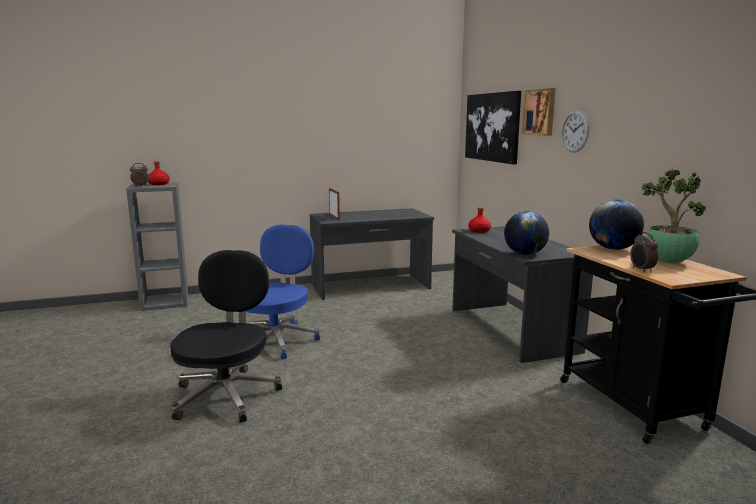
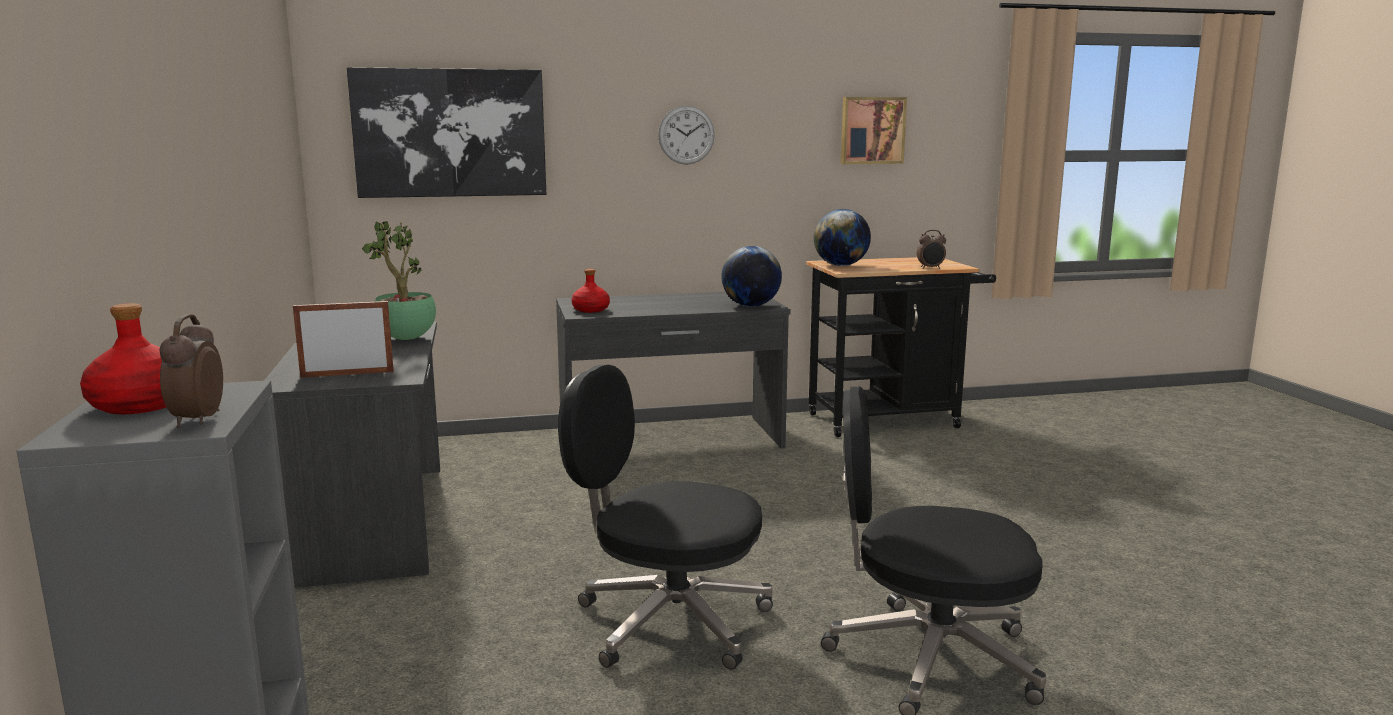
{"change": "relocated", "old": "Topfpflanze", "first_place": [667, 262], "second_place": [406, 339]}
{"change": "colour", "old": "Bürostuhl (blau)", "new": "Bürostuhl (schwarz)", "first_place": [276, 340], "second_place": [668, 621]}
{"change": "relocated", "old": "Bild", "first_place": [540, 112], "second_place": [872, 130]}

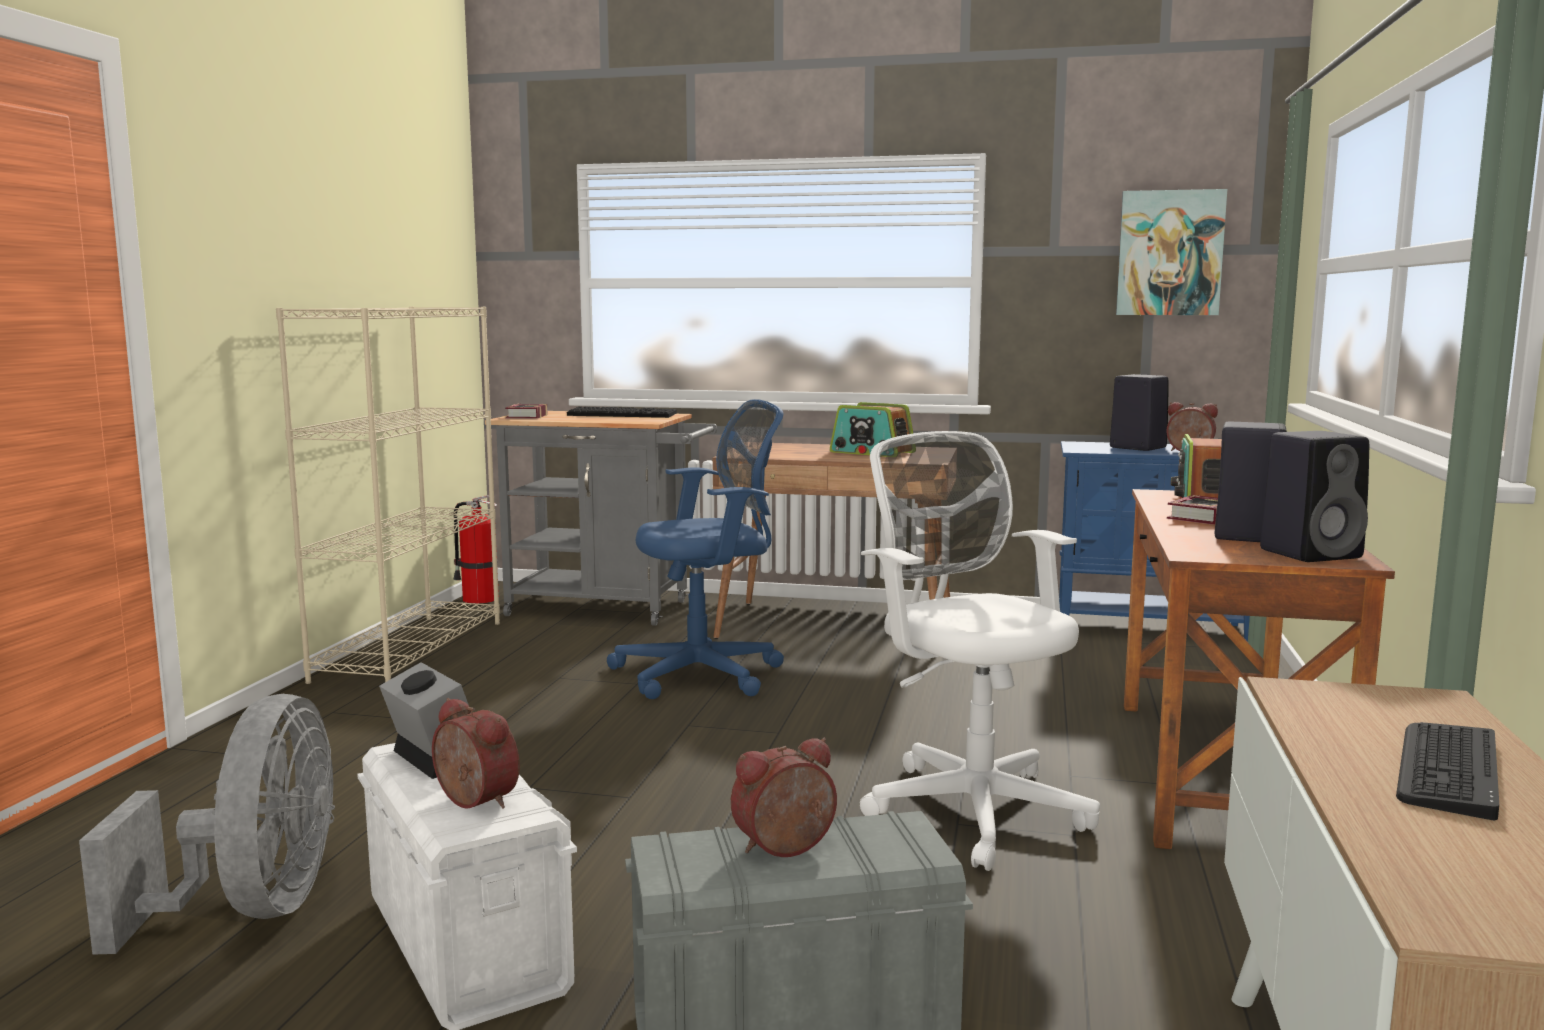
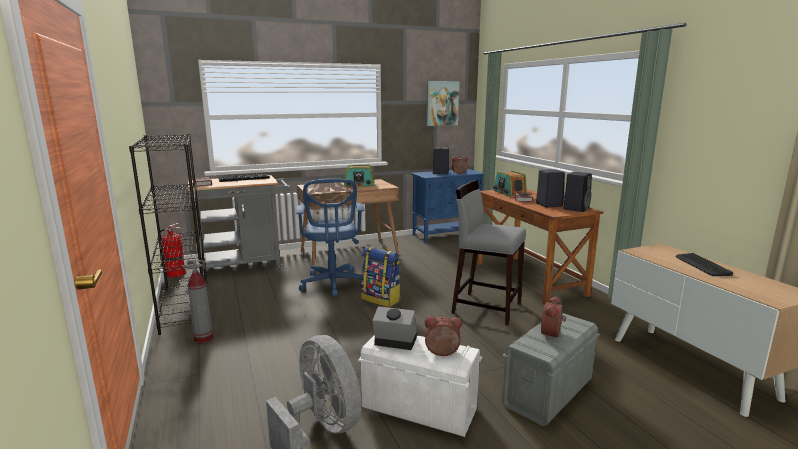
{"change": "colour", "old": "Bücherregal (beige)", "new": "Bücherregal (schwarz)", "first_place": [410, 650], "second_place": [185, 305]}
{"change": "appeared", "new": "Feuerlöscher", "second_place": [203, 338]}
{"change": "spun", "old": "Bürostuhl (blau)", "first_place": [706, 674], "second_place": [333, 284], "degrees": 135}
{"change": "appeared", "new": "Rucksack", "second_place": [381, 299]}
{"change": "exchanged", "old": "Bürostuhl (weiß)", "new": "Hocker (grau)", "first_place": [970, 806], "second_place": [486, 308]}

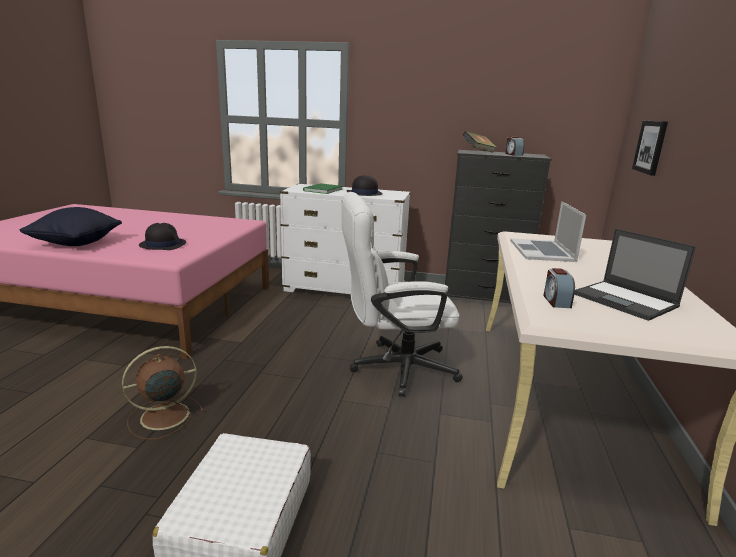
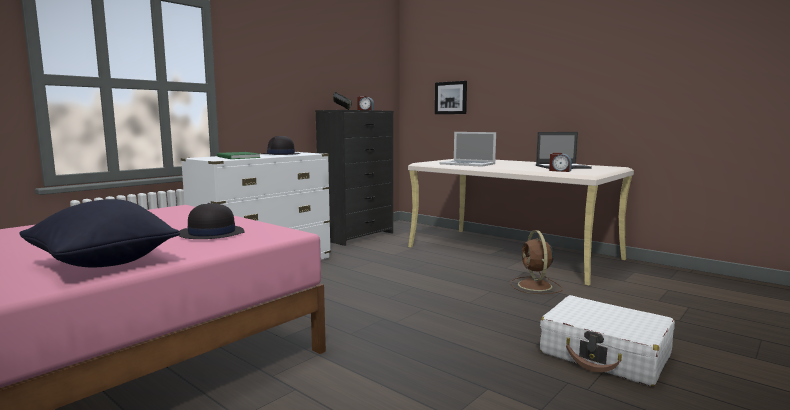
{"change": "relocated", "old": "Ventilator (braun)", "first_place": [162, 416], "second_place": [535, 286]}
{"change": "missing", "old": "Bürostuhl (weiß)", "first_place": [394, 368]}

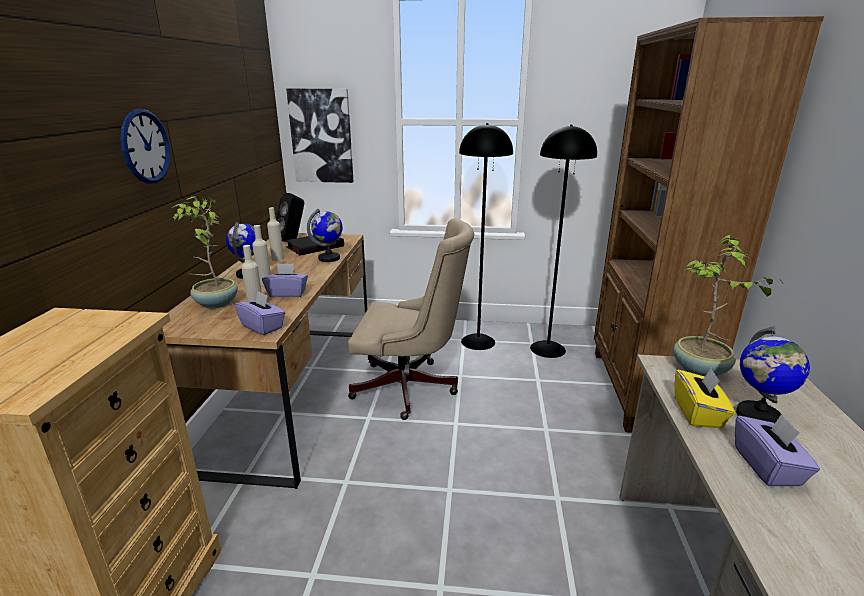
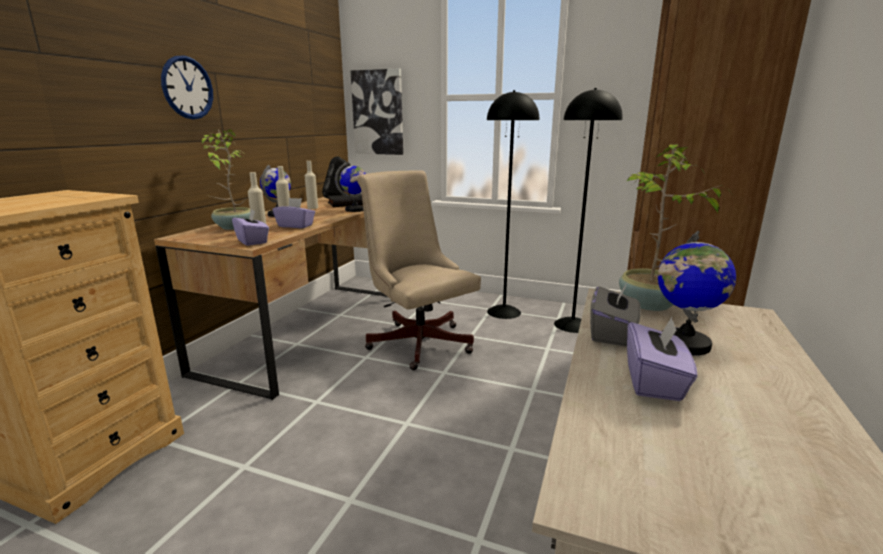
{"change": "spun", "old": "Bürostuhl (beige)", "first_place": [410, 389], "second_place": [417, 340], "degrees": -150}
{"change": "colour", "old": "Taschentuchbox (gelb)", "new": "Taschentuchbox (grau)", "first_place": [698, 413], "second_place": [612, 333]}

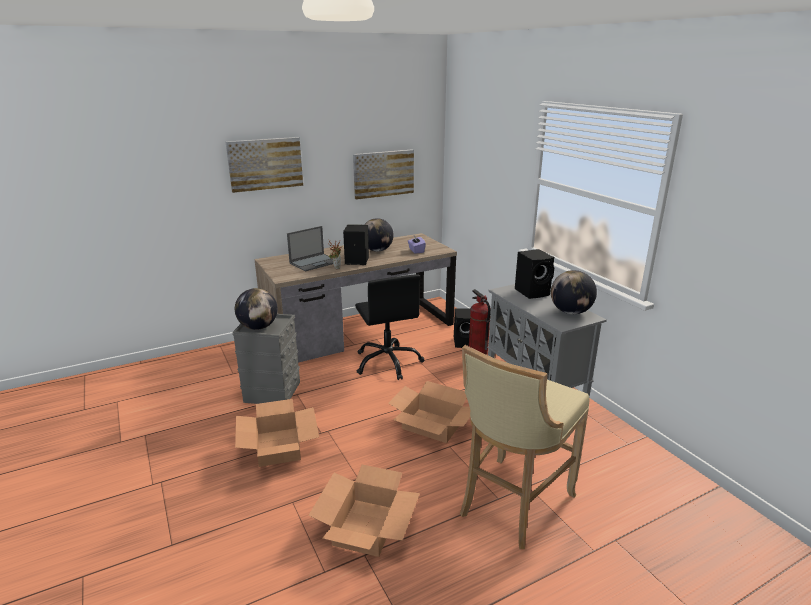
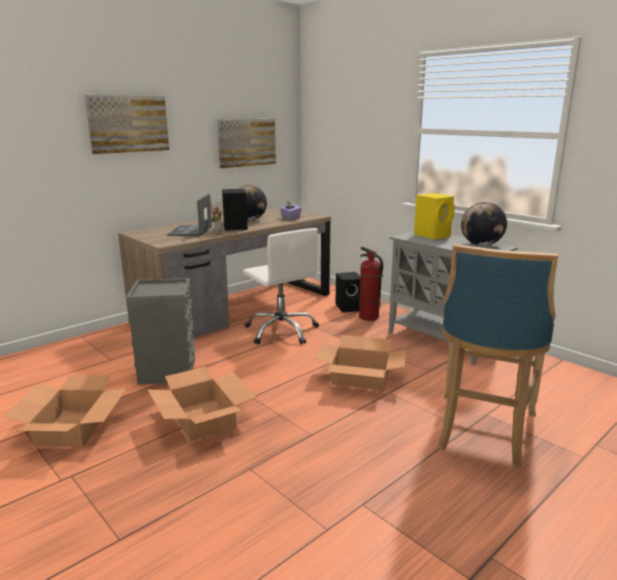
{"change": "relocated", "old": "Karton", "first_place": [366, 527], "second_place": [73, 428]}
{"change": "spun", "old": "Laptop", "first_place": [315, 262], "second_place": [190, 231], "degrees": 150}
{"change": "colour", "old": "Bürostuhl (schwarz)", "new": "Bürostuhl (weiß)", "first_place": [388, 362], "second_place": [281, 331]}
{"change": "colour", "old": "Lautsprecher (schwarz)", "new": "Lautsprecher (gelb)", "first_place": [533, 292], "second_place": [433, 235]}
{"change": "colour", "old": "Hocker (beige)", "new": "Hocker (blau)", "first_place": [512, 505], "second_place": [483, 432]}
{"change": "missing", "old": "Globus", "first_place": [258, 327]}

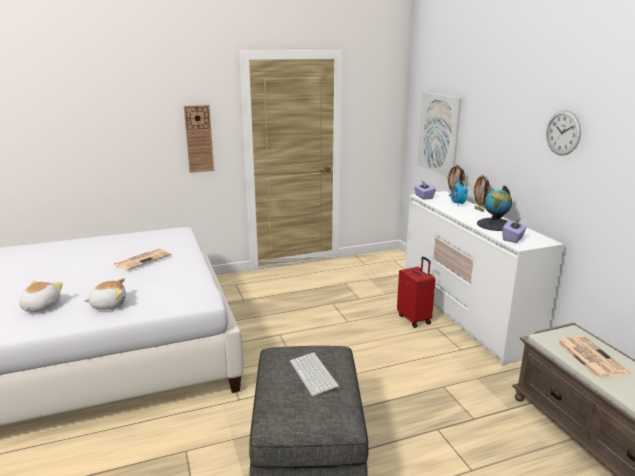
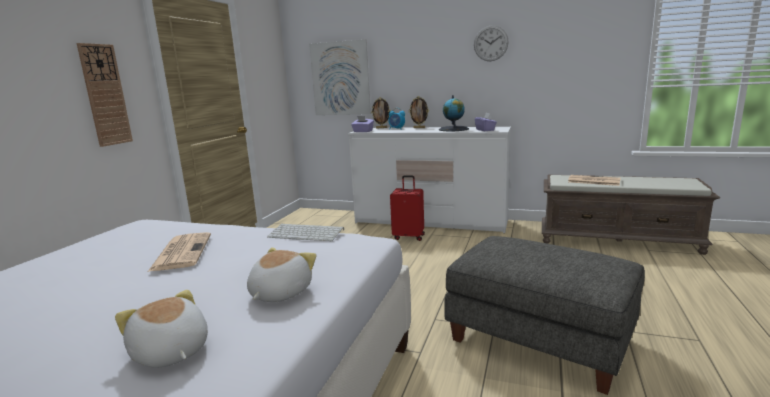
{"change": "relocated", "old": "Tastatur", "first_place": [315, 374], "second_place": [307, 233]}

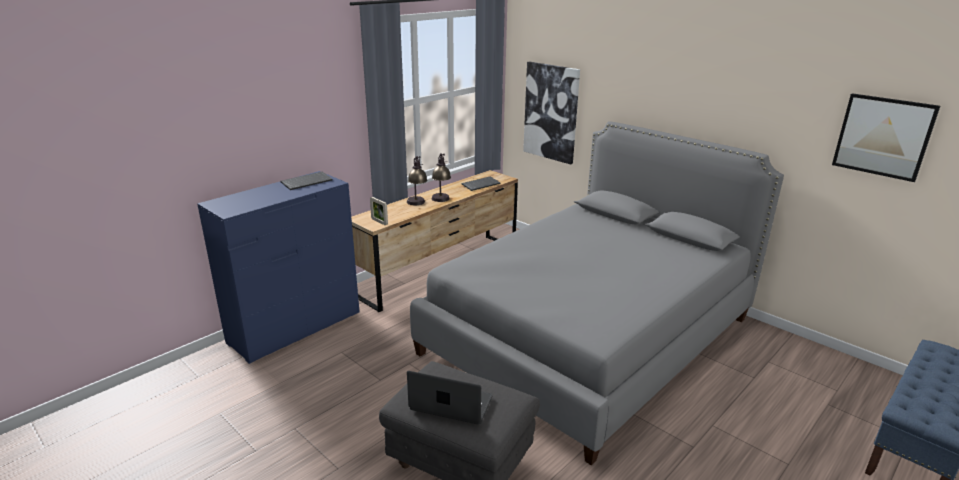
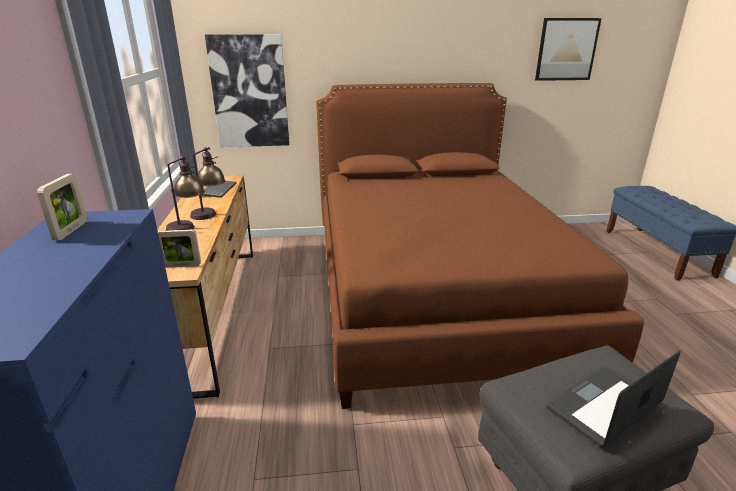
{"change": "exchanged", "old": "Tastatur", "new": "Bilderrahmen", "first_place": [307, 181], "second_place": [71, 230]}
{"change": "colour", "old": "Bett (grau)", "new": "Bett (braun)", "first_place": [589, 335], "second_place": [435, 291]}

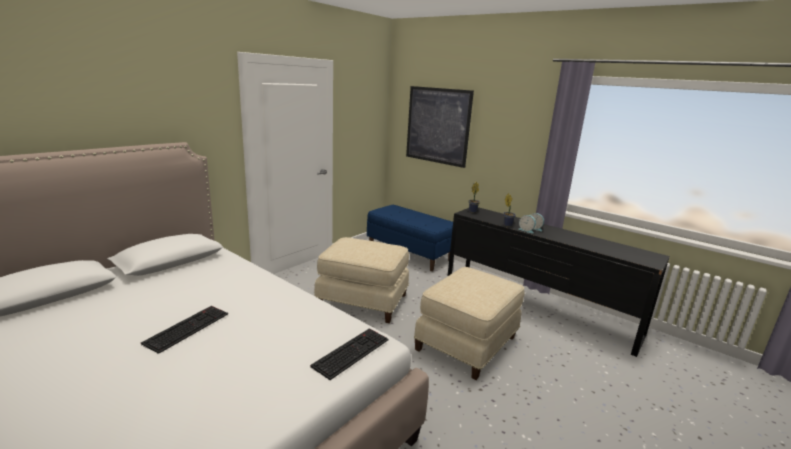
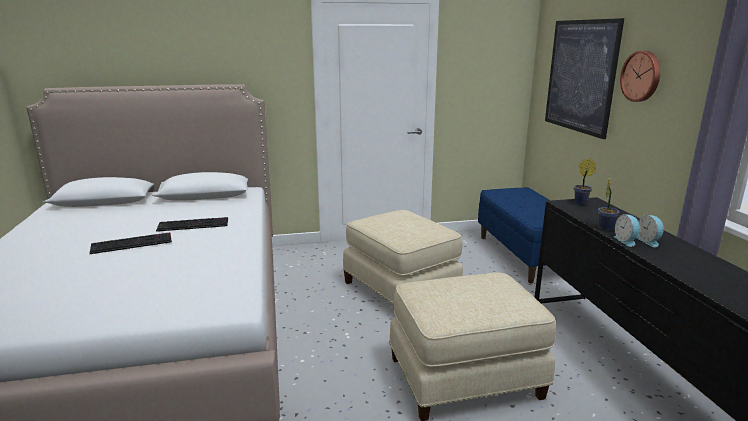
{"change": "relocated", "old": "Tastatur", "first_place": [351, 352], "second_place": [194, 224]}
{"change": "appeared", "new": "Wanduhr", "second_place": [642, 76]}

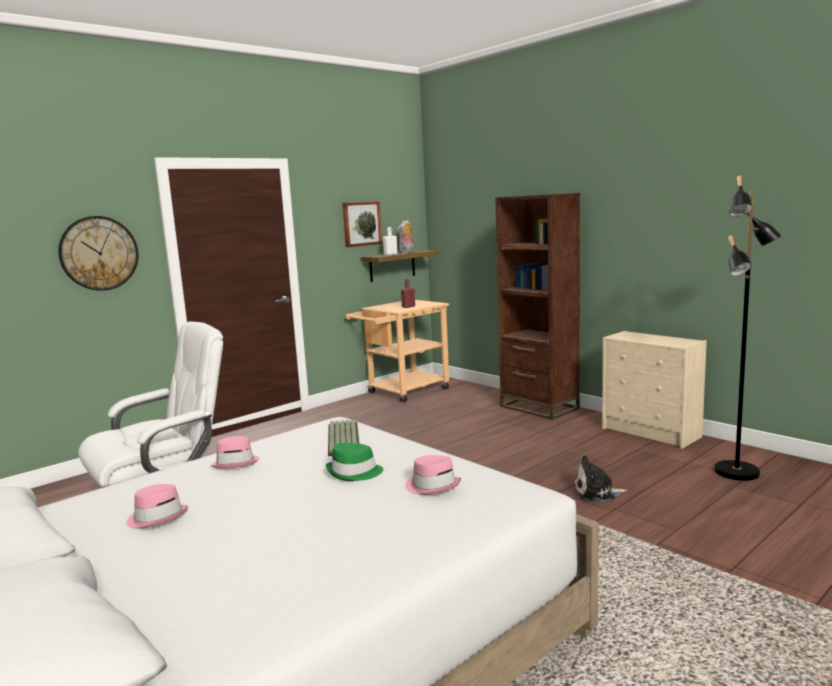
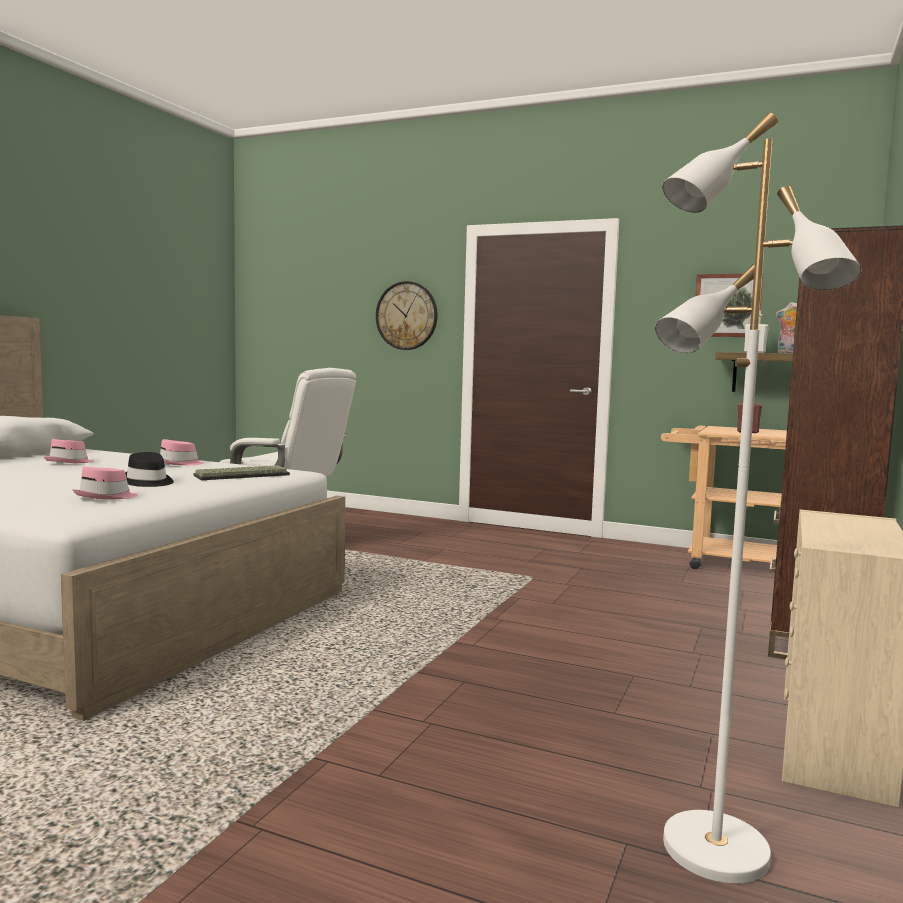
{"change": "colour", "old": "Hut (grün)", "new": "Hut (schwarz)", "first_place": [354, 473], "second_place": [148, 482]}
{"change": "colour", "old": "Stehlampe (schwarz)", "new": "Stehlampe (weiß)", "first_place": [738, 472], "second_place": [713, 851]}
{"change": "missing", "old": "Plüschtier", "first_place": [597, 493]}

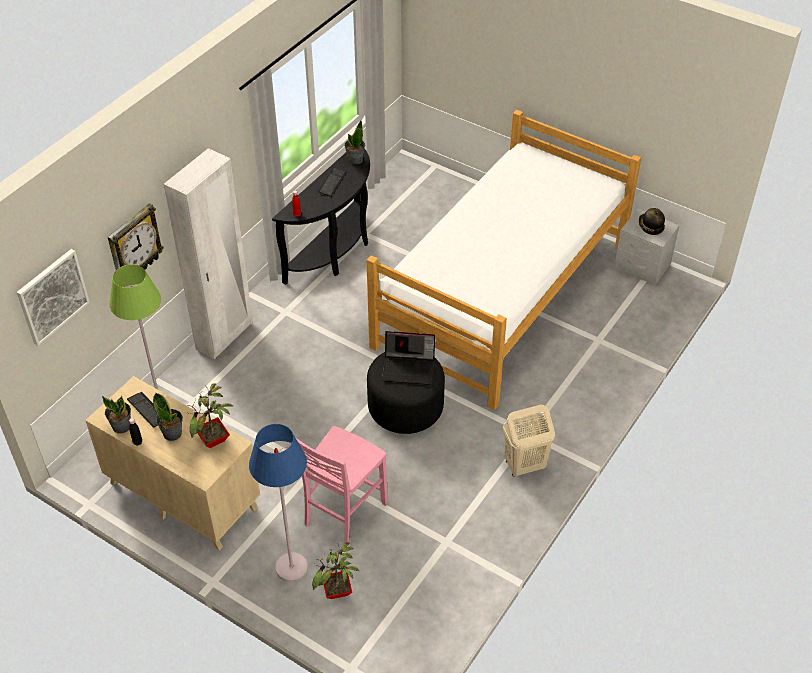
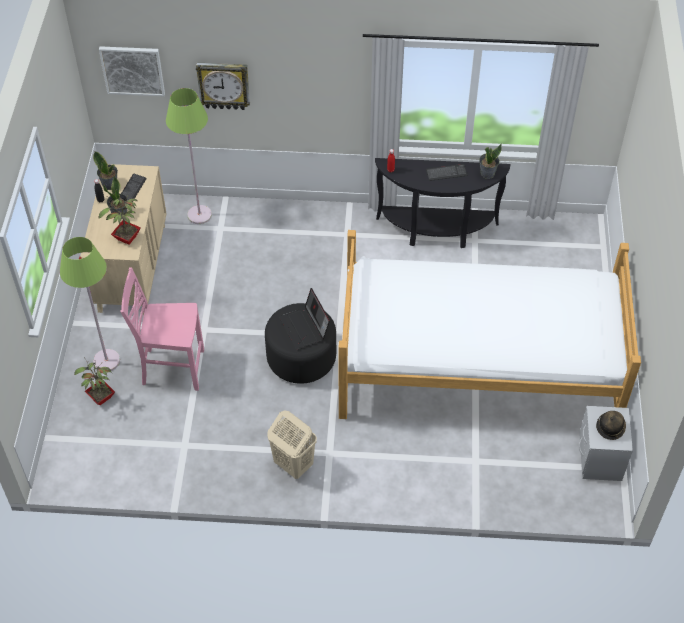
{"change": "colour", "old": "Stehlampe (blau)", "new": "Stehlampe (grün)", "first_place": [291, 567], "second_place": [106, 360]}
{"change": "missing", "old": "Kleiderschrank (weiß)", "first_place": [225, 336]}

